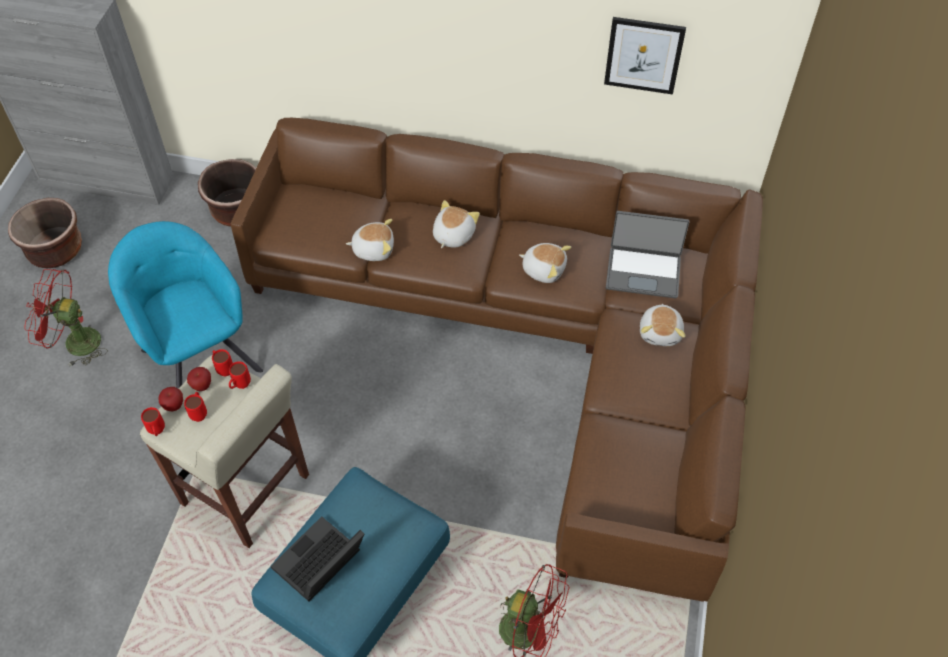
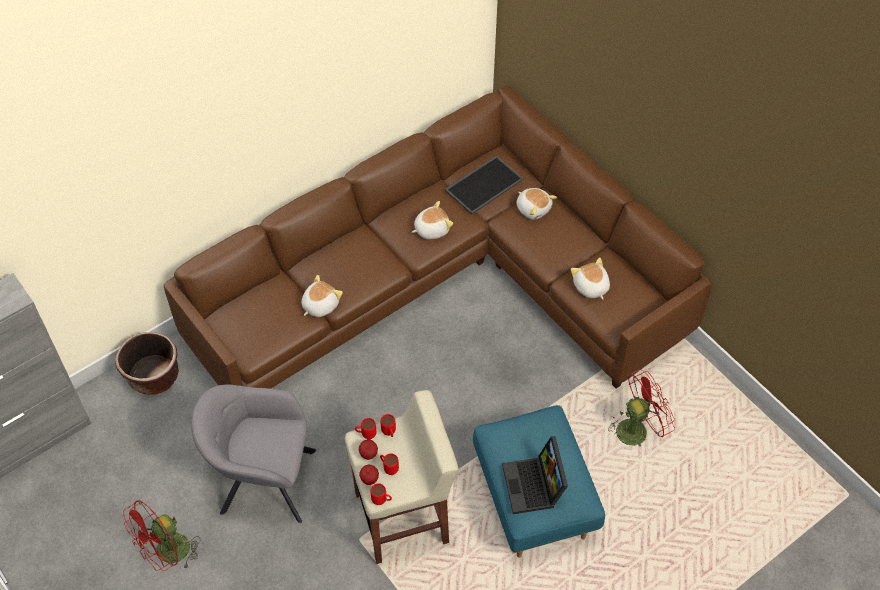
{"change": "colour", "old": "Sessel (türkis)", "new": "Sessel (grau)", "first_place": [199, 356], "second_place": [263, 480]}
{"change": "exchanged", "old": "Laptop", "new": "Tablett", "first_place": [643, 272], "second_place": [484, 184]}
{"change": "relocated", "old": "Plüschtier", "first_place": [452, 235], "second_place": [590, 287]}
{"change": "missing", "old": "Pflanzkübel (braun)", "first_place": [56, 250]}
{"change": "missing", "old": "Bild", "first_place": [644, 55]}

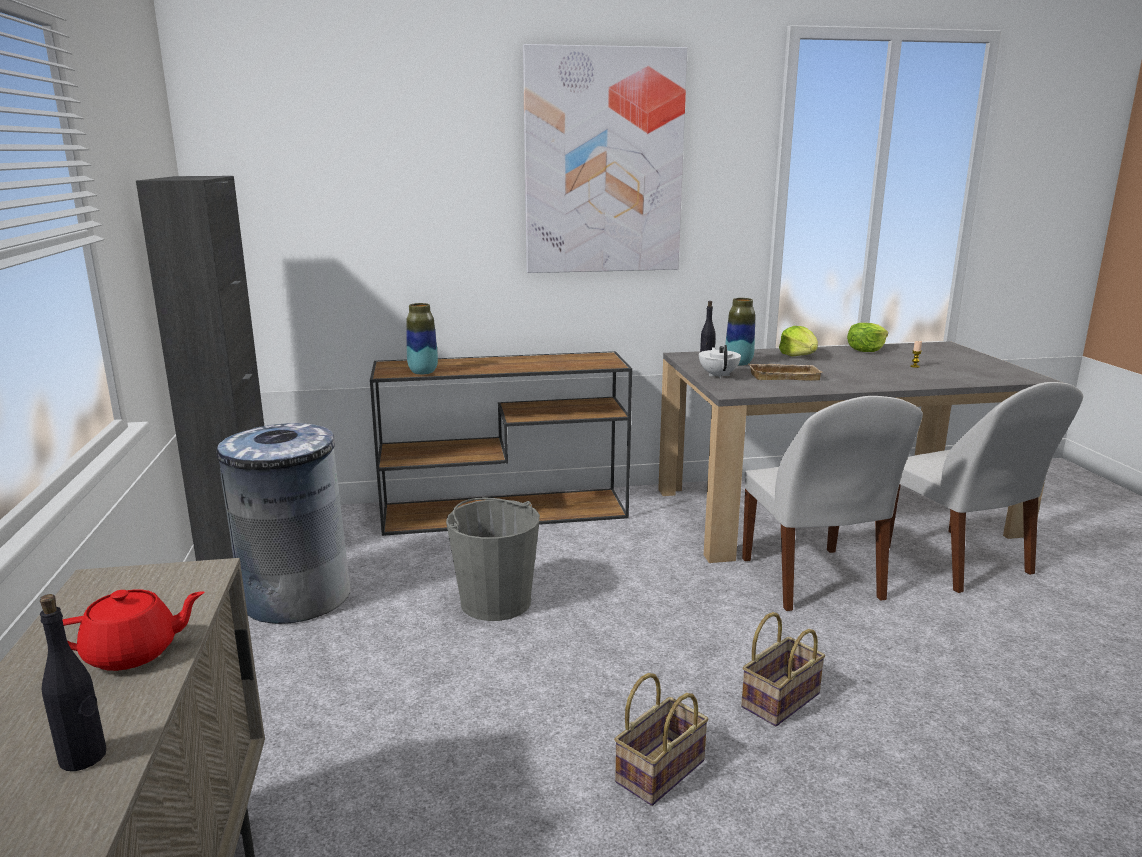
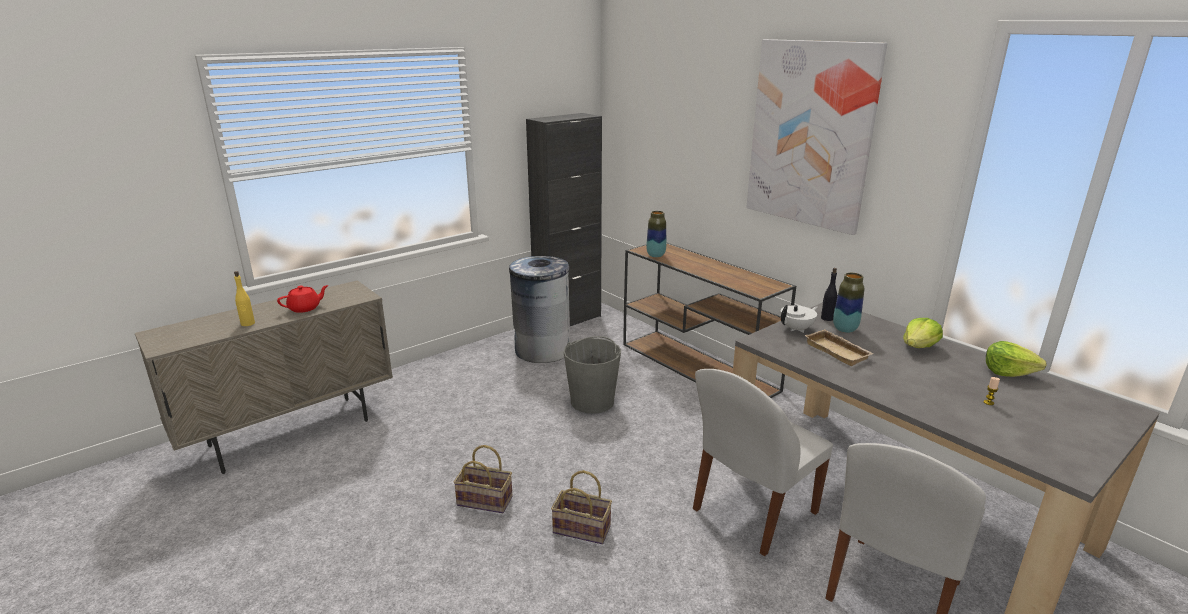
{"change": "colour", "old": "Flasche (schwarz)", "new": "Flasche (gelb)", "first_place": [83, 757], "second_place": [247, 323]}
{"change": "spun", "old": "Teekanne (rot)", "first_place": [133, 653], "second_place": [305, 308], "degrees": -75}

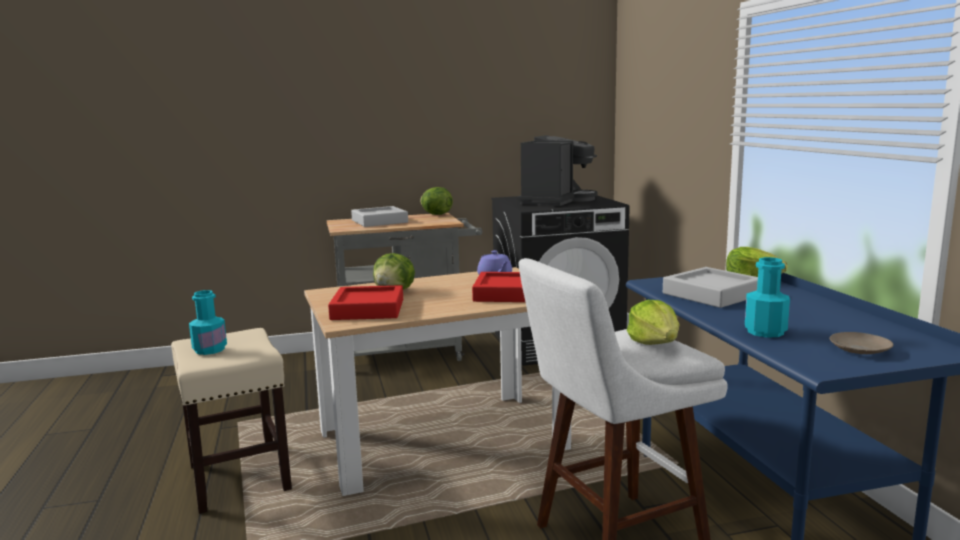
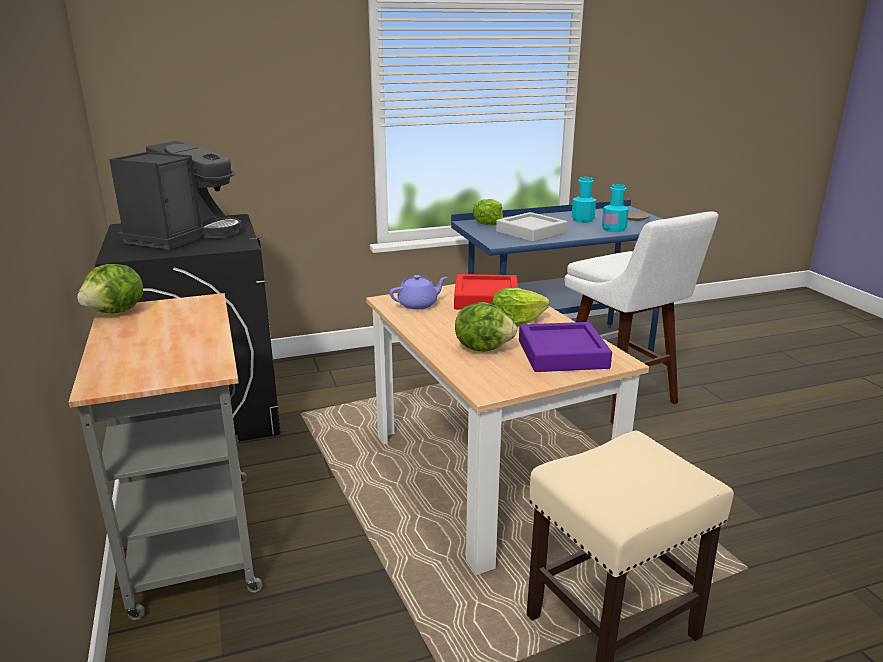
{"change": "spun", "old": "Kaffeemaschine", "first_place": [556, 201], "second_place": [184, 235], "degrees": 90}
{"change": "relocated", "old": "Salatkopf", "first_place": [655, 343], "second_place": [516, 321]}
{"change": "colour", "old": "Tablett (rot)", "new": "Tablett (lila)", "first_place": [368, 309], "second_place": [562, 354]}
{"change": "relocated", "old": "Flasche (türkis)", "first_place": [210, 350], "second_place": [582, 220]}
{"change": "missing", "old": "Tablett (grau)", "first_place": [379, 221]}

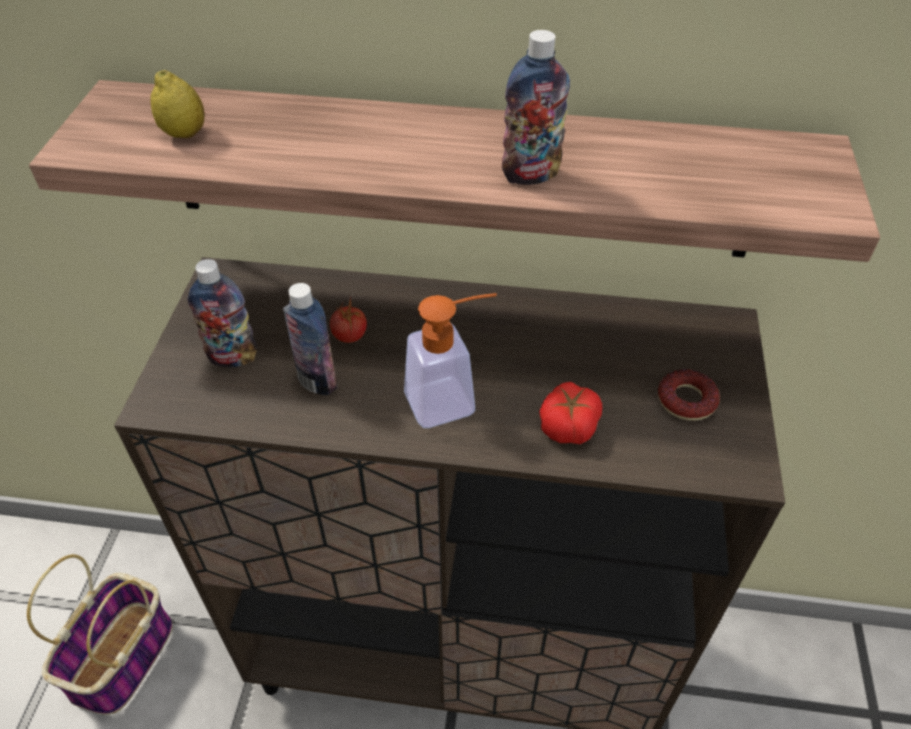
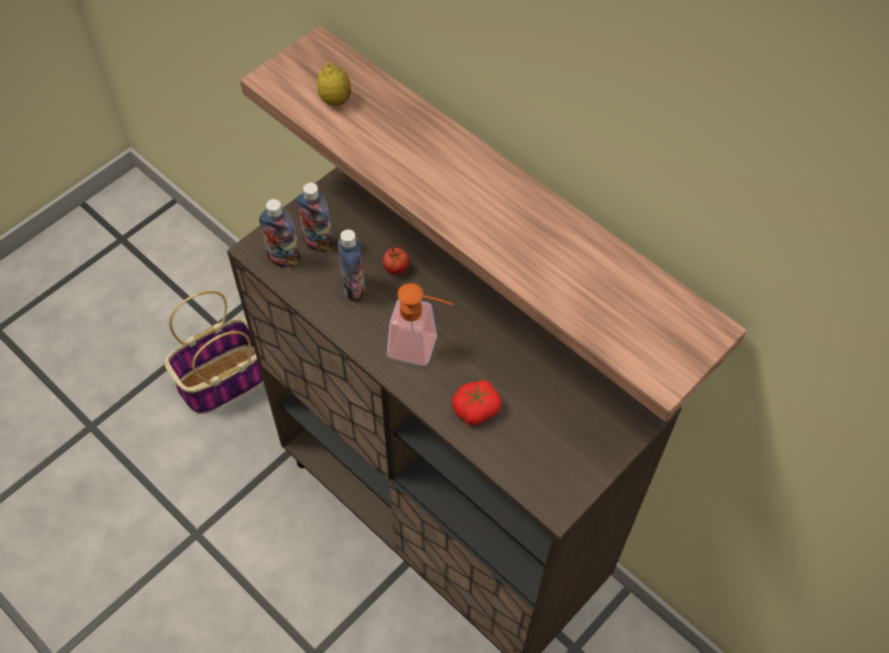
{"change": "relocated", "old": "Flasche", "first_place": [530, 174], "second_place": [284, 259]}
{"change": "missing", "old": "Donut", "first_place": [686, 400]}

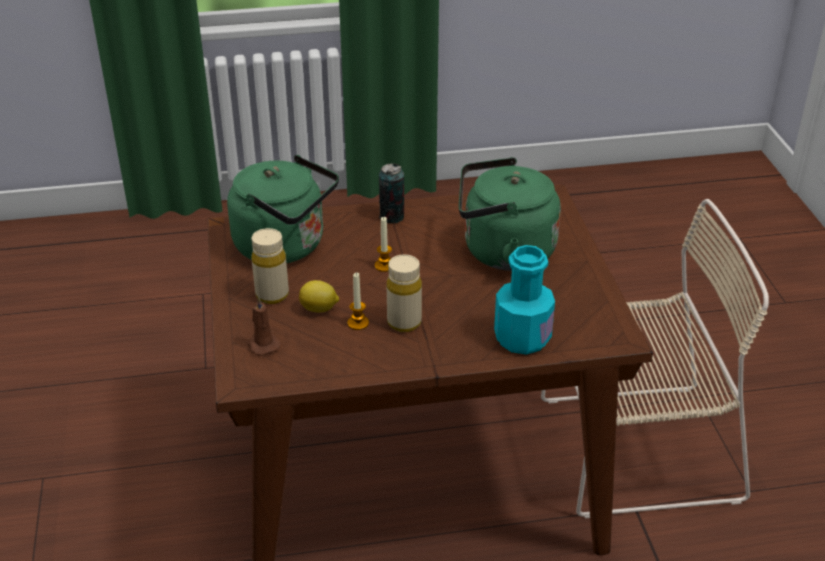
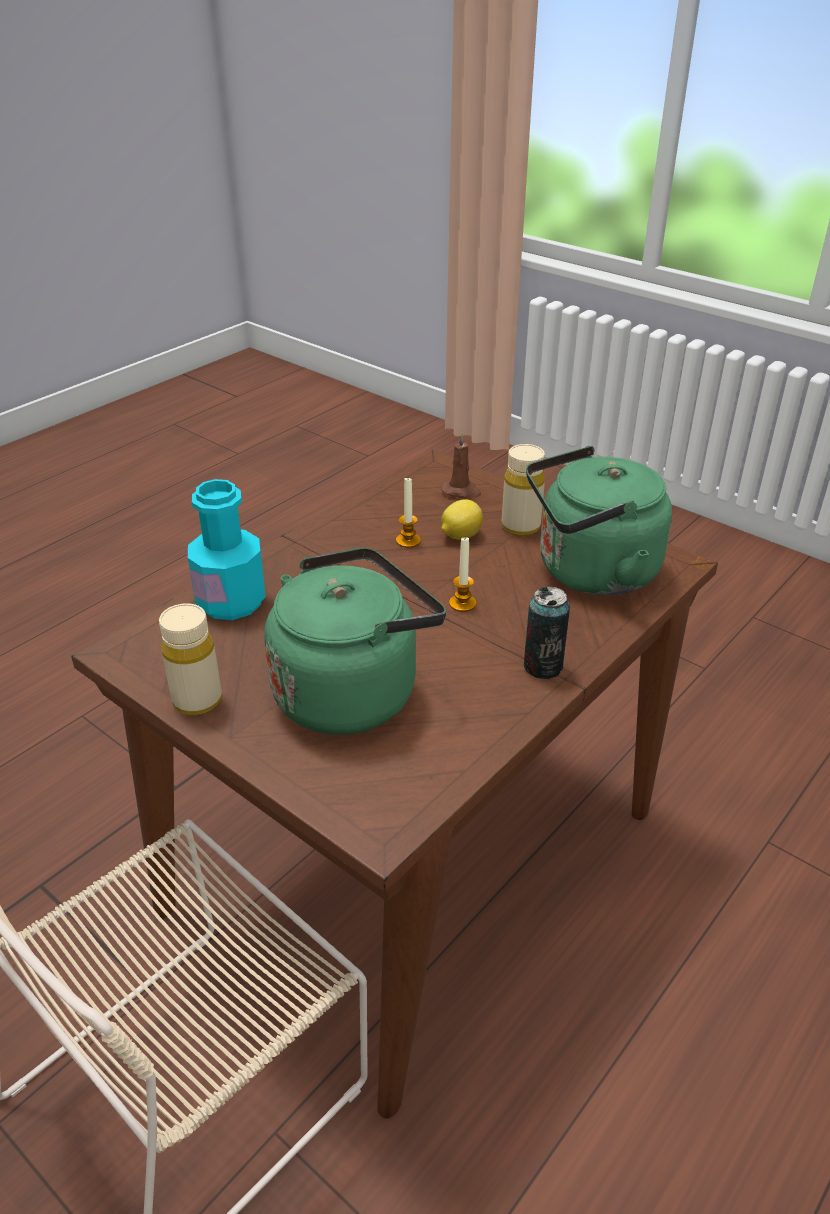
{"change": "relocated", "old": "Flasche (beige)", "first_place": [404, 322], "second_place": [197, 700]}

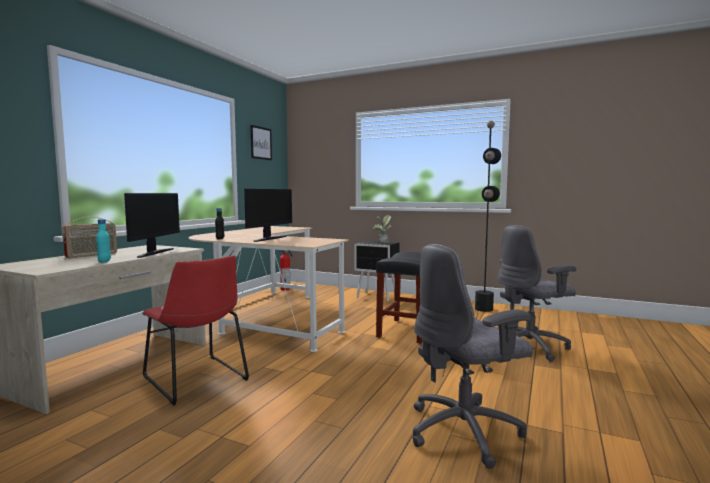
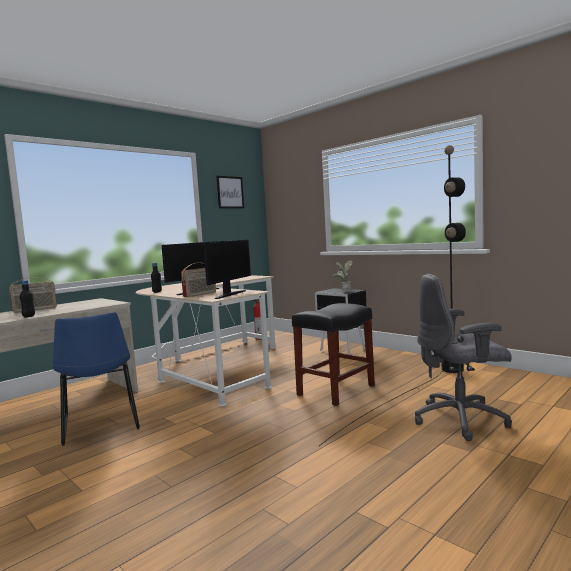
{"change": "colour", "old": "Flasche (türkis)", "new": "Flasche (schwarz)", "first_place": [104, 261], "second_place": [29, 316]}
{"change": "colour", "old": "Stuhl (rot)", "new": "Stuhl (blau)", "first_place": [197, 380], "second_place": [100, 424]}
{"change": "appeared", "new": "Radio", "second_place": [200, 294]}
{"change": "relocated", "old": "Monitor", "first_place": [154, 253], "second_place": [229, 294]}
{"change": "missing", "old": "Bürostuhl (grau)", "first_place": [465, 431]}

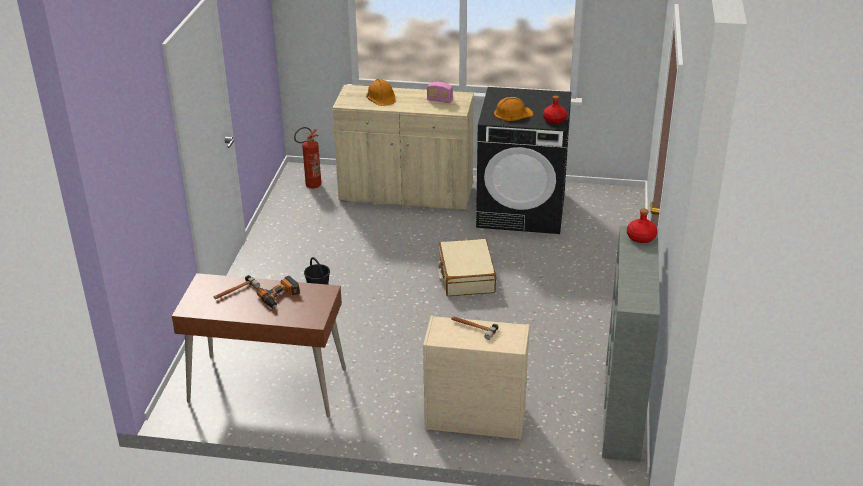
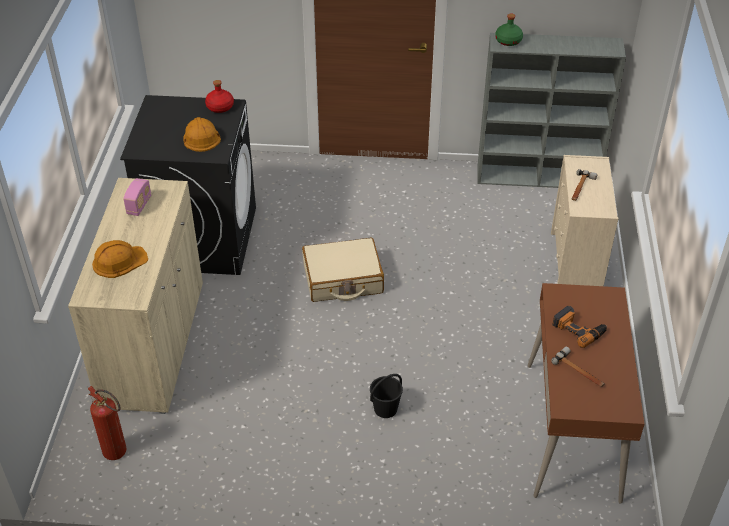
{"change": "colour", "old": "Flasche (rot)", "new": "Flasche (grün)", "first_place": [641, 237], "second_place": [508, 41]}

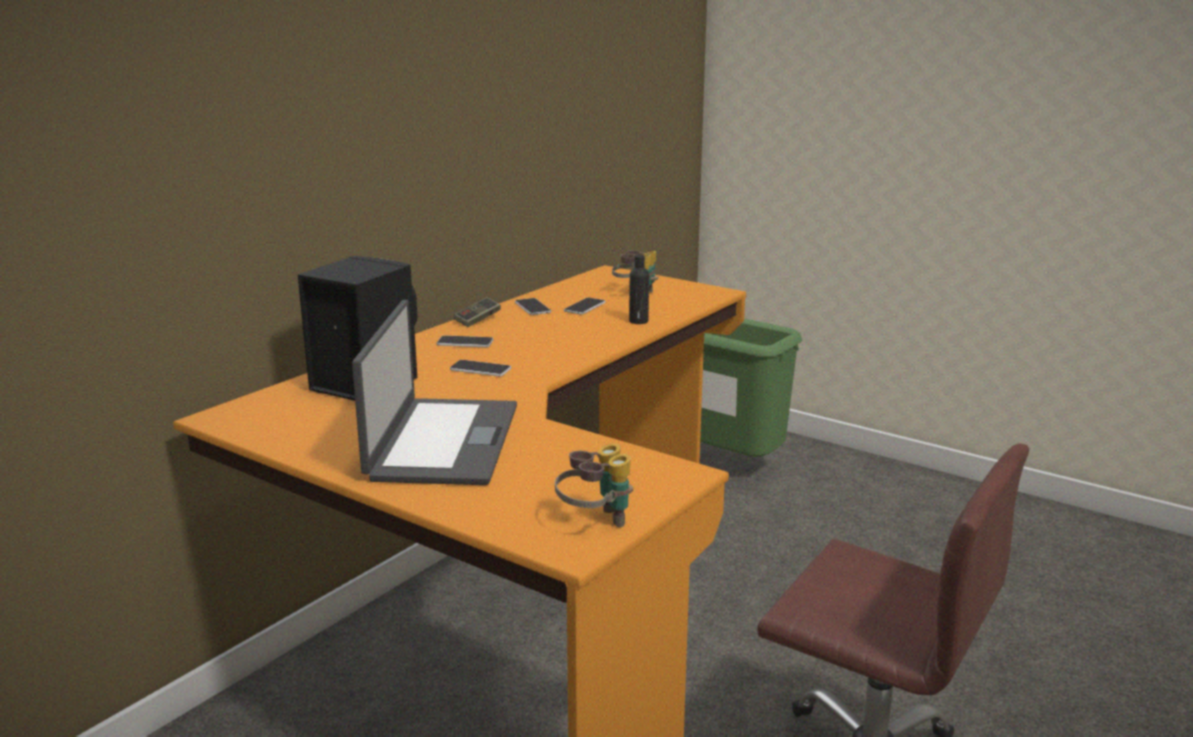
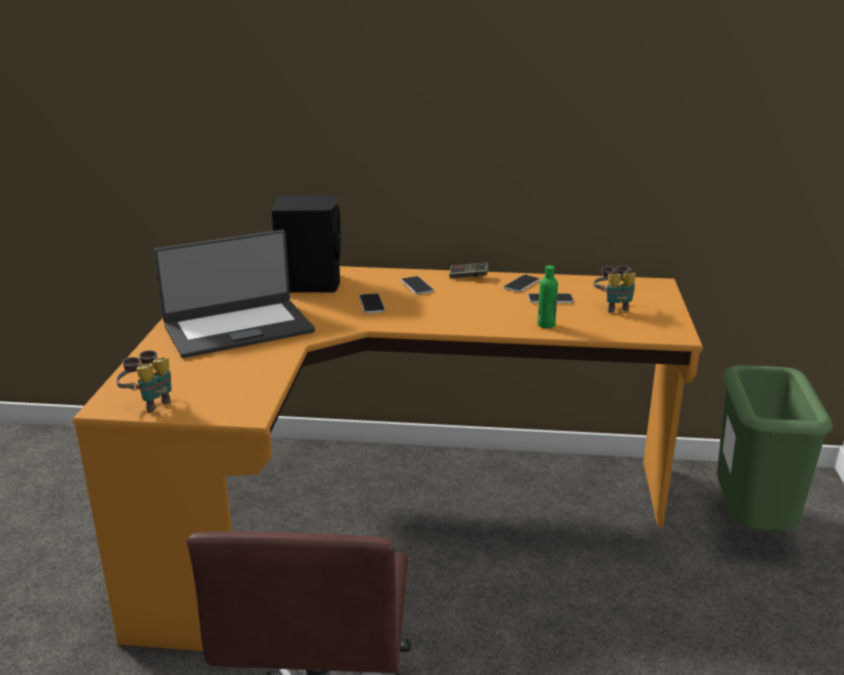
{"change": "colour", "old": "Flasche (schwarz)", "new": "Flasche (grün)", "first_place": [638, 321], "second_place": [546, 325]}

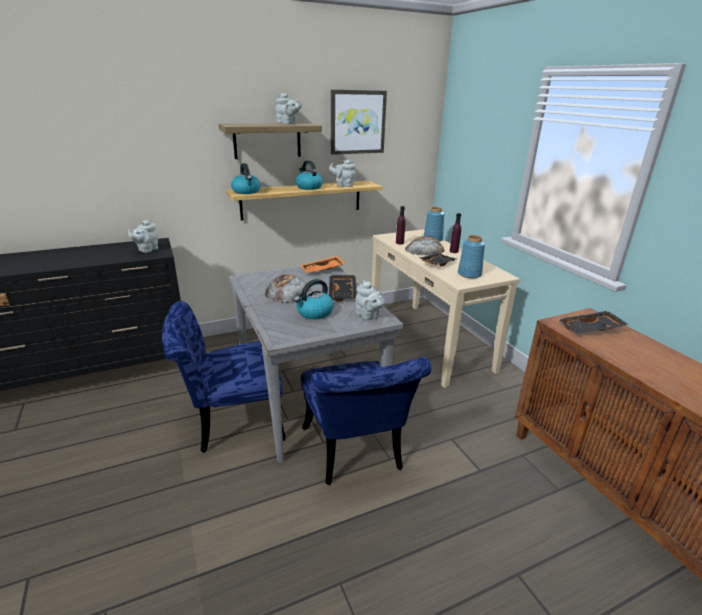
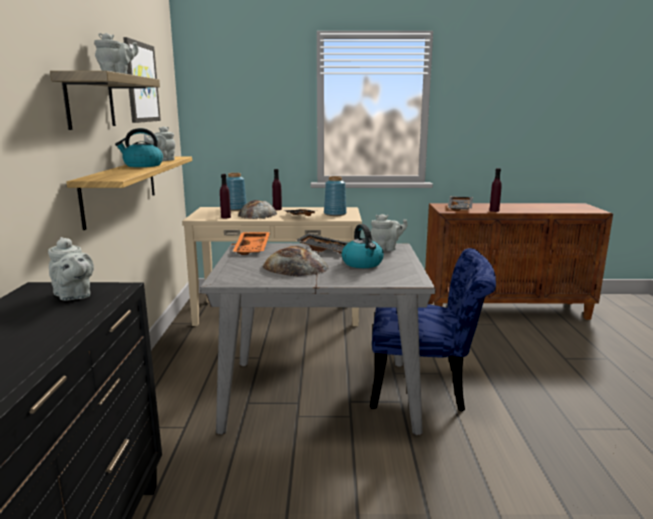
{"change": "appeared", "new": "Flasche (lila)", "second_place": [494, 211]}
{"change": "missing", "old": "Stuhl (blau)", "first_place": [231, 422]}
{"change": "missing", "old": "Wasserkessel", "first_place": [246, 191]}

